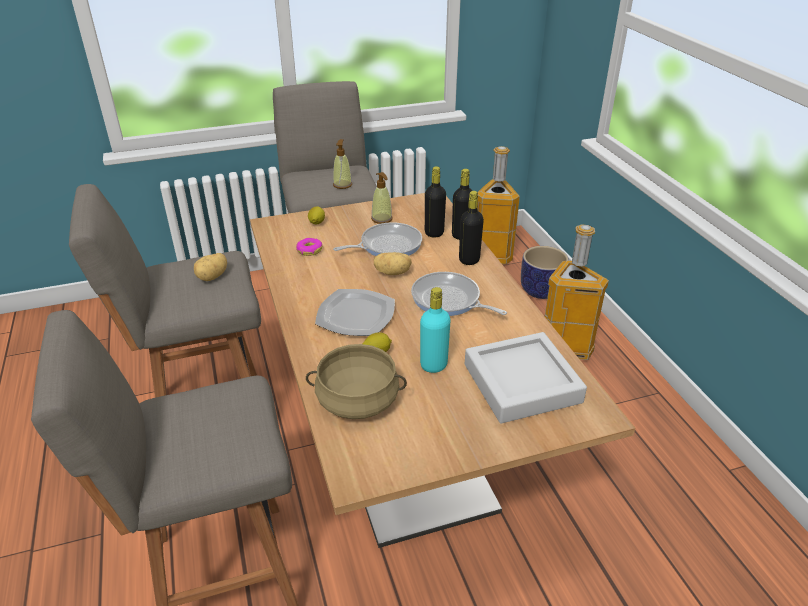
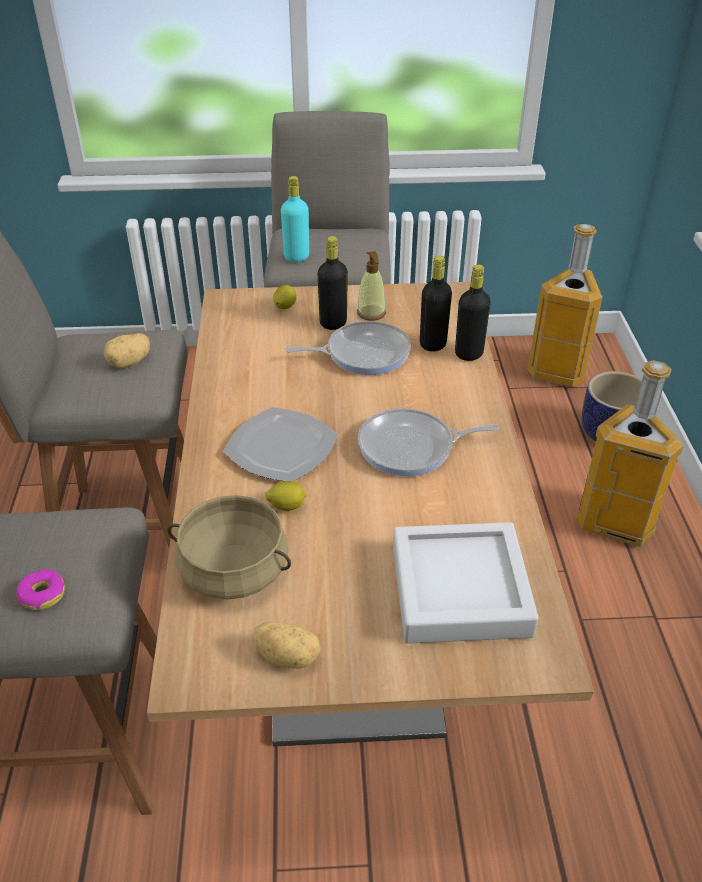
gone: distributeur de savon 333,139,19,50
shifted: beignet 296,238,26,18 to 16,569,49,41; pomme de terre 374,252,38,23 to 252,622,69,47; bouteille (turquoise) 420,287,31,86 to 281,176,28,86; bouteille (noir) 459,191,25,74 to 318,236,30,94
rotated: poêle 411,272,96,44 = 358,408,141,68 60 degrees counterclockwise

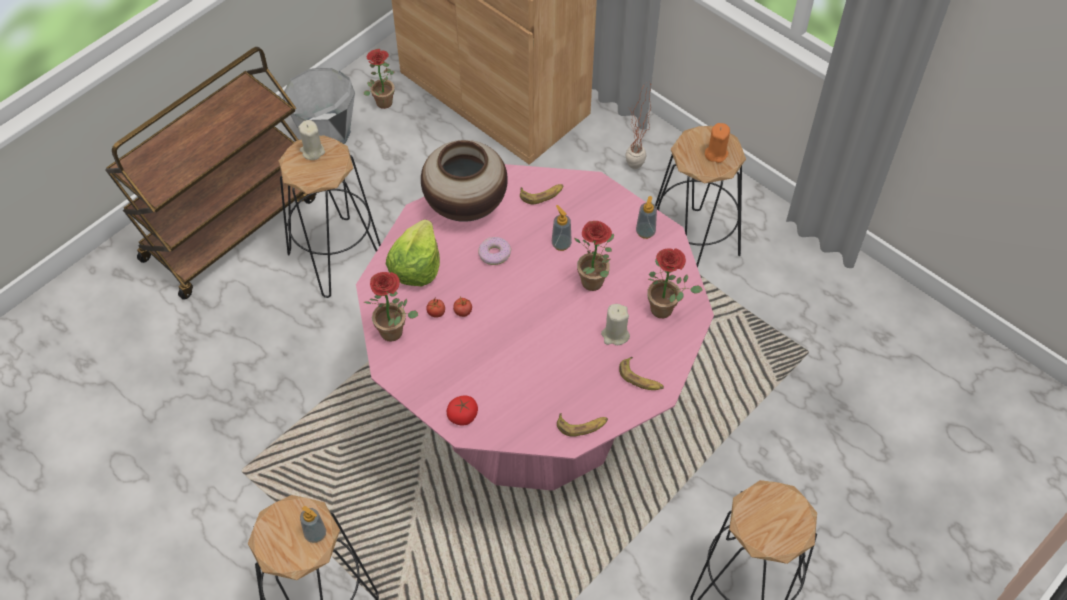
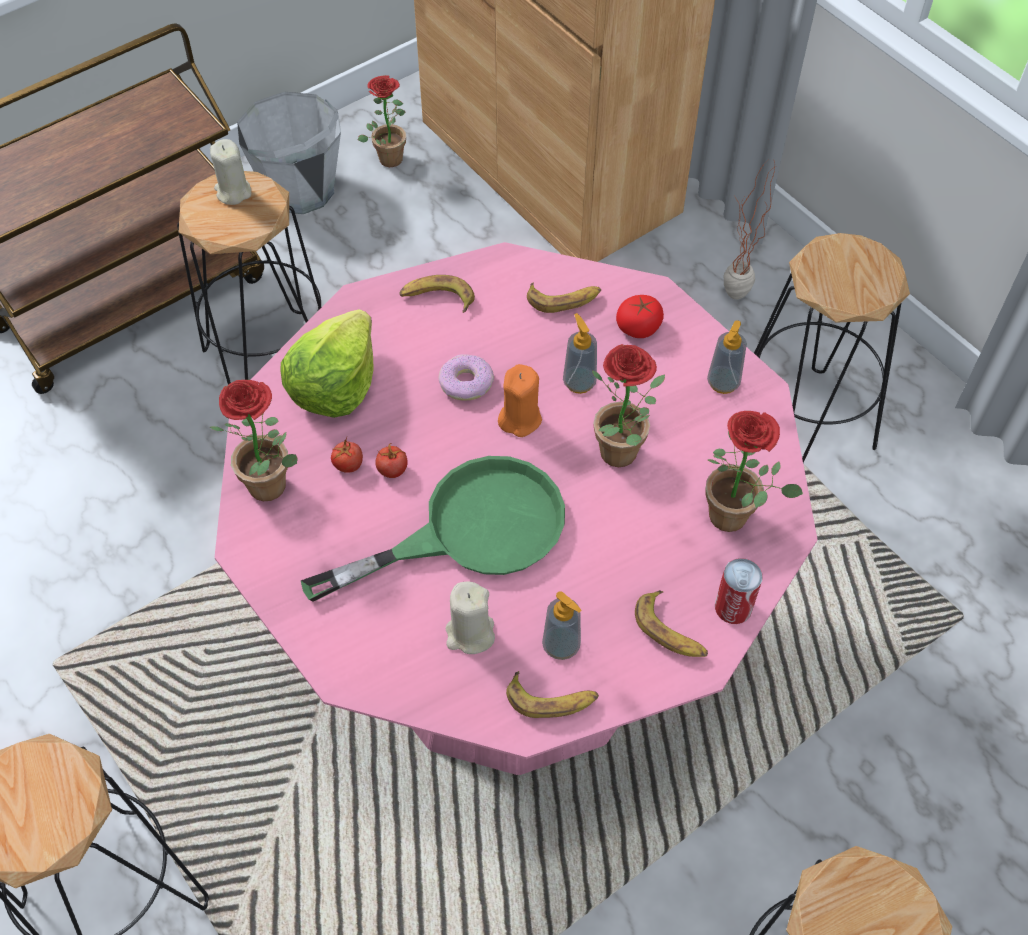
new: poêle (vert) 301,456,264,146; boîte métallique 715,558,48,66
shifted: bougie (beige) 601,304,29,41 to 445,582,50,72; bougie (orange) 705,123,25,40 to 498,364,44,73; distributeur de savon 300,506,26,37 to 542,591,39,69; tomate 447,396,31,30 to 616,295,48,43
swapped: vase 421,140,87,82 to banane 399,275,76,38

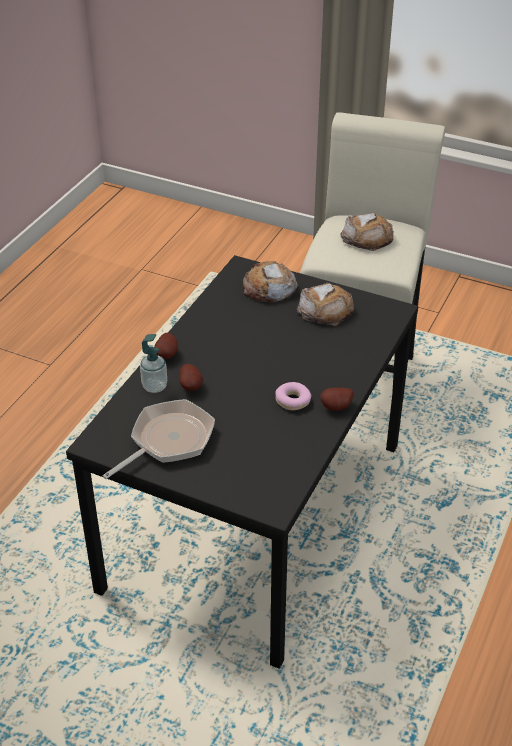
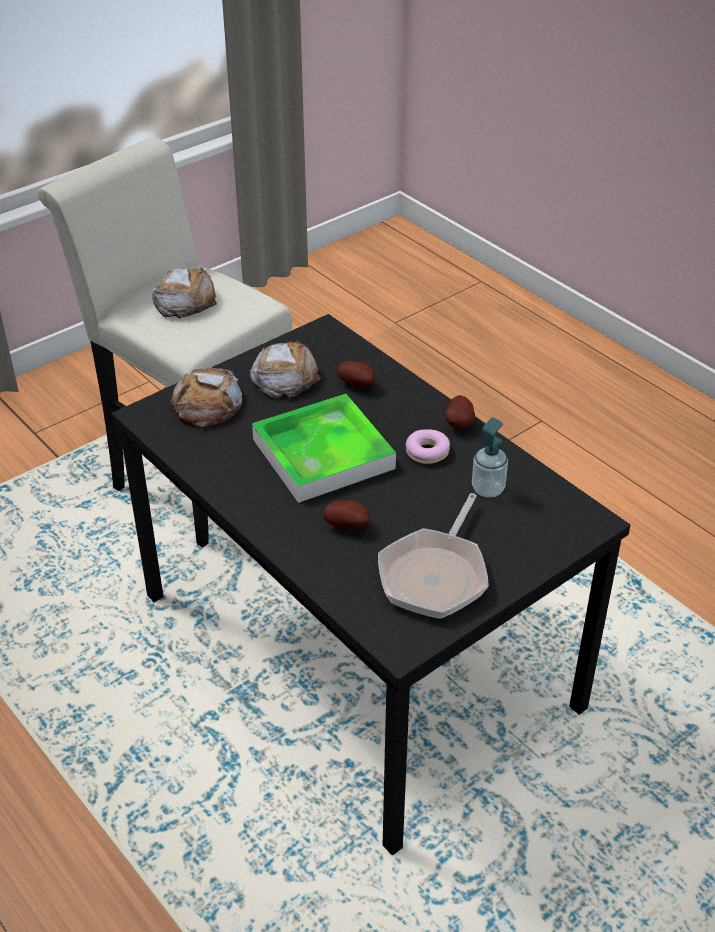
new: plateau 252,394,144,109
shifted: pomme de terre 154,333,24,26 to 336,361,40,26; distributeur de savon 140,334,27,59 to 472,418,36,80
rotated: poêle 103,399,112,80 = 378,493,111,126 135 degrees counterclockwise

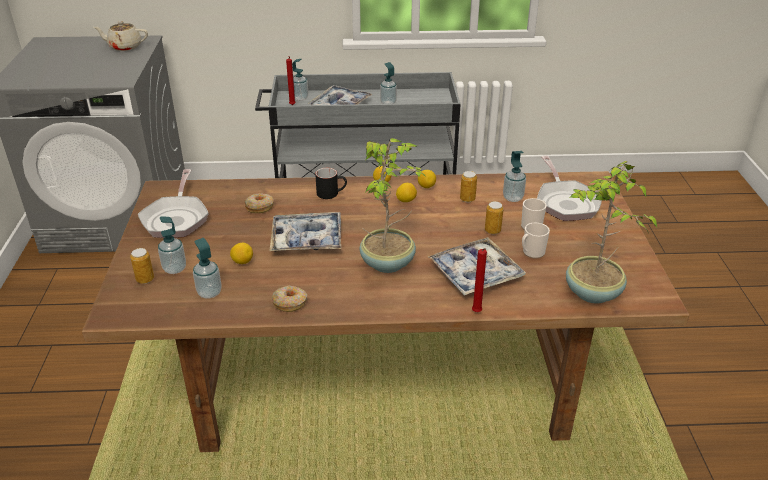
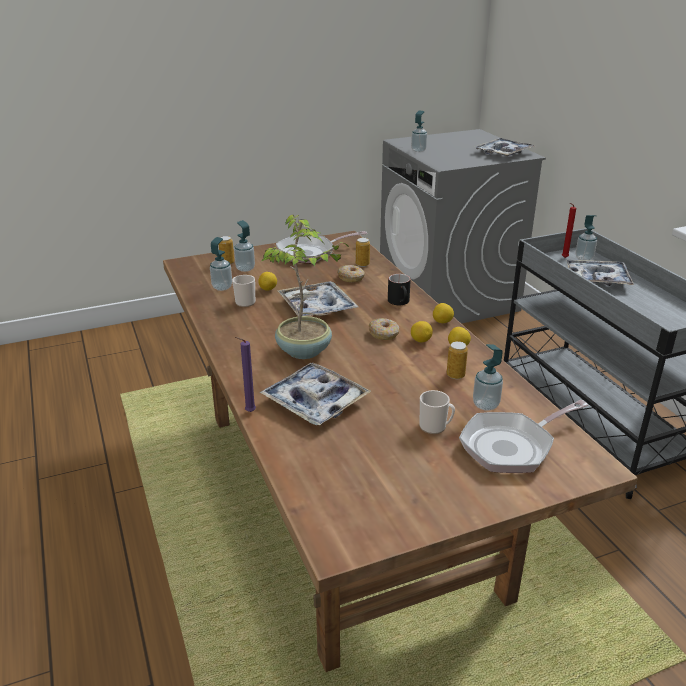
gone: plante en pot 566,161,91,143
shifted: mug 522,223,28,35 to 232,275,23,32; boîte métallique 485,201,19,33 to 356,238,14,29; beignet 272,285,35,27 to 369,318,31,22; distributeur de savon 380,62,17,42 to 411,111,16,41
swapped: théière (beige) 93,21,55,30 to plateau 474,138,62,18
repainted: bougie (rouge) 472,248,15,64 to bougie (violet) 235,337,21,75

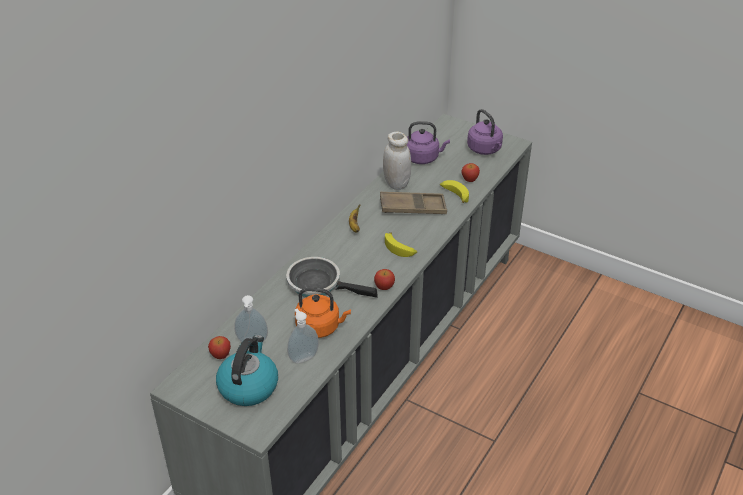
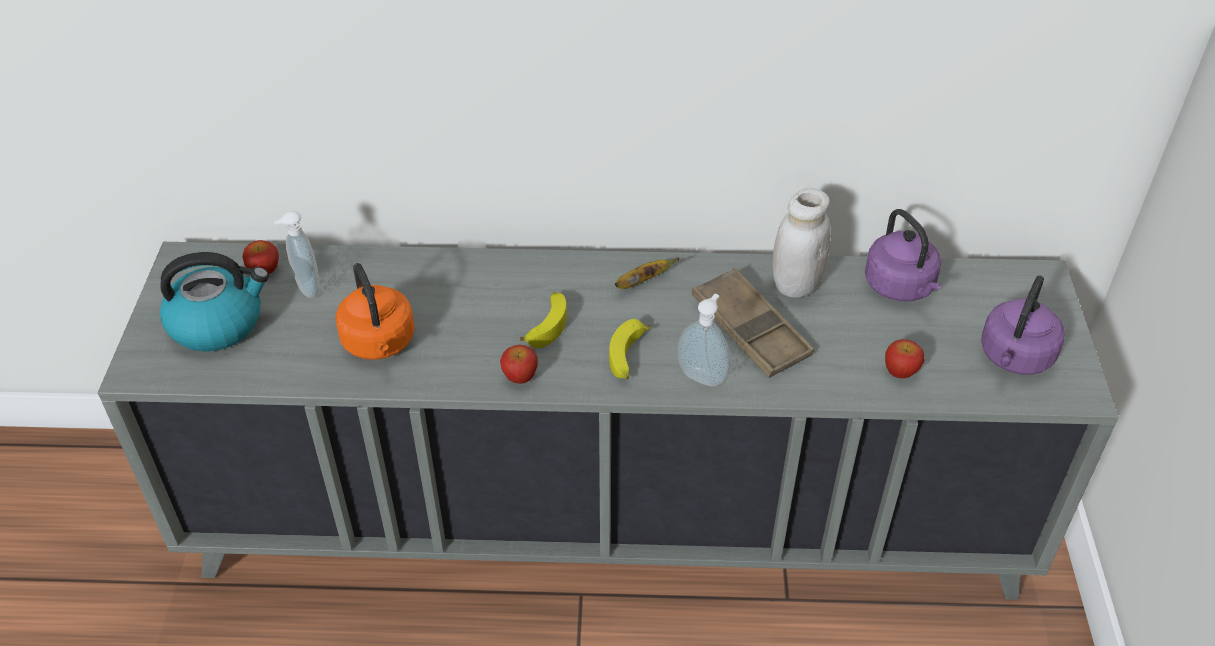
gone: poêle 286,257,92,41
shifted: banane 440,180,29,23 to 520,292,47,57; distributeur de savon 287,309,32,54 to 678,294,52,93

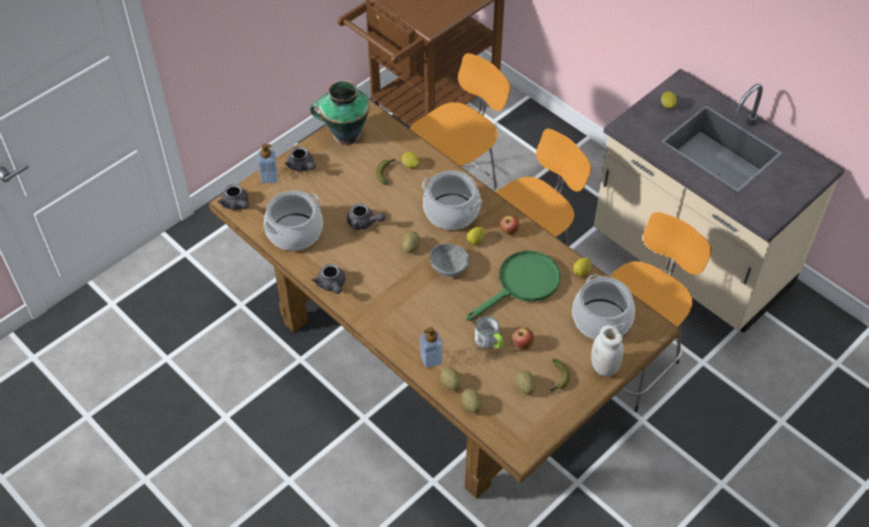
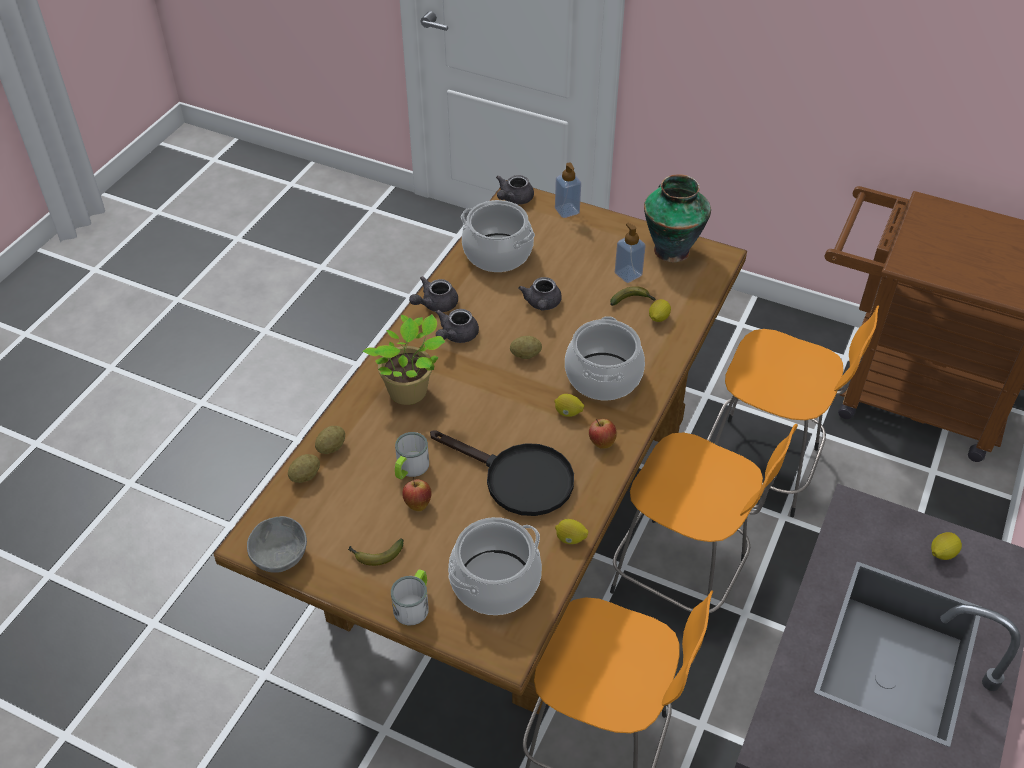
gone: pomme de terre 516,370,20,24
new: plante en pot 363,314,82,91
shifted: bol (gris) 430,244,40,33 to 247,516,60,57; théière (gris) 285,147,31,24 to 436,309,43,34; distributeur de savon 420,327,23,41 to 615,223,31,60
swapped: bocal (blanc) 591,325,33,51 to mug 391,569,38,57
repainted: poêle (vert) 466,250,94,71 to poêle (noir) 430,430,144,86

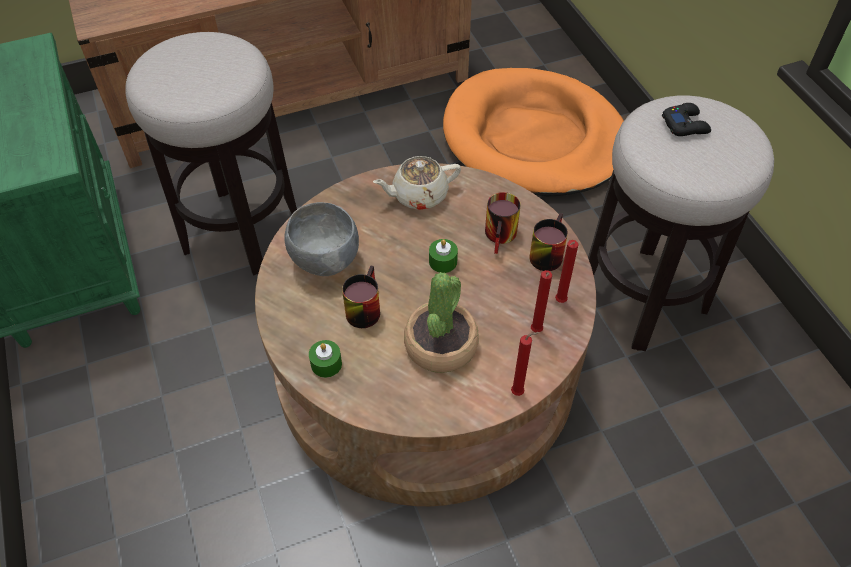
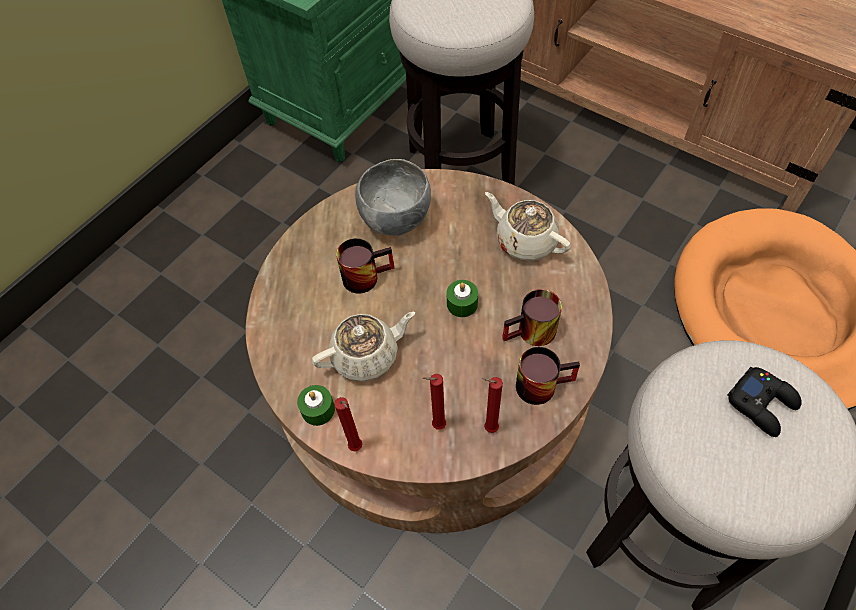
shifted: bougie (vert) 309,340,33,38 to 297,385,38,41
swapped: plante en pot 404,272,75,101 to théière (beige) 312,312,103,70

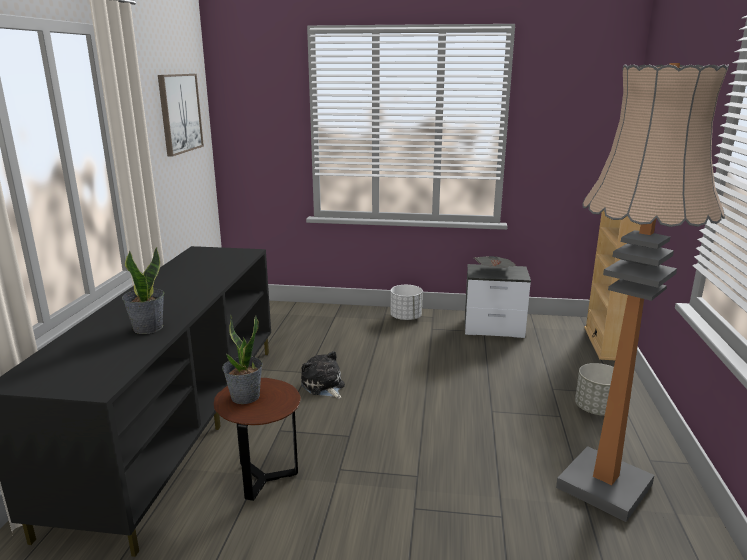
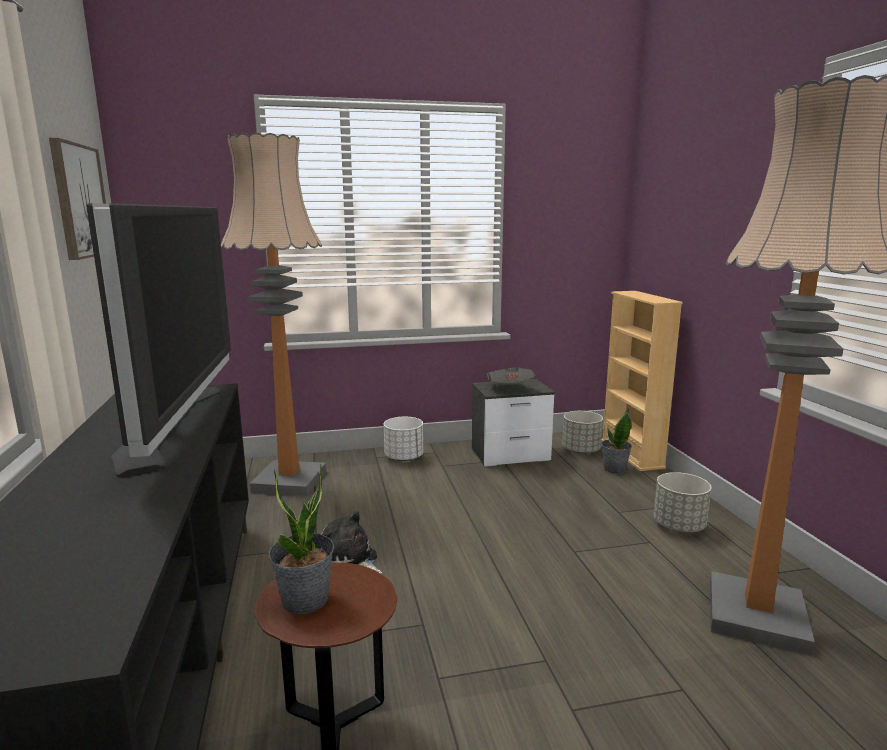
new: téléviseur 86,203,145,274; lampadaire 221,133,105,363; cache-pot (gris) 562,411,41,43
shifted: plante en pot 122,247,42,87 to 601,408,31,66

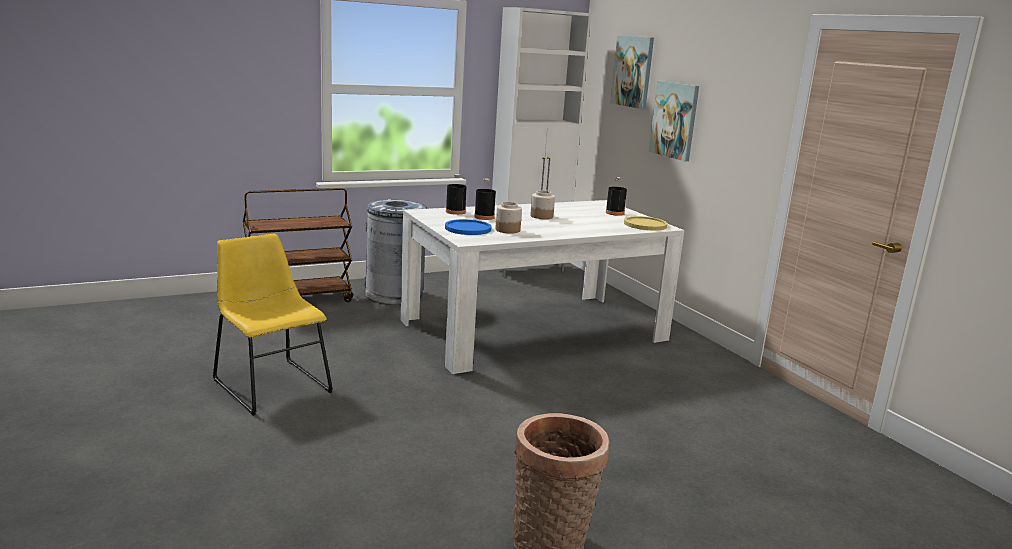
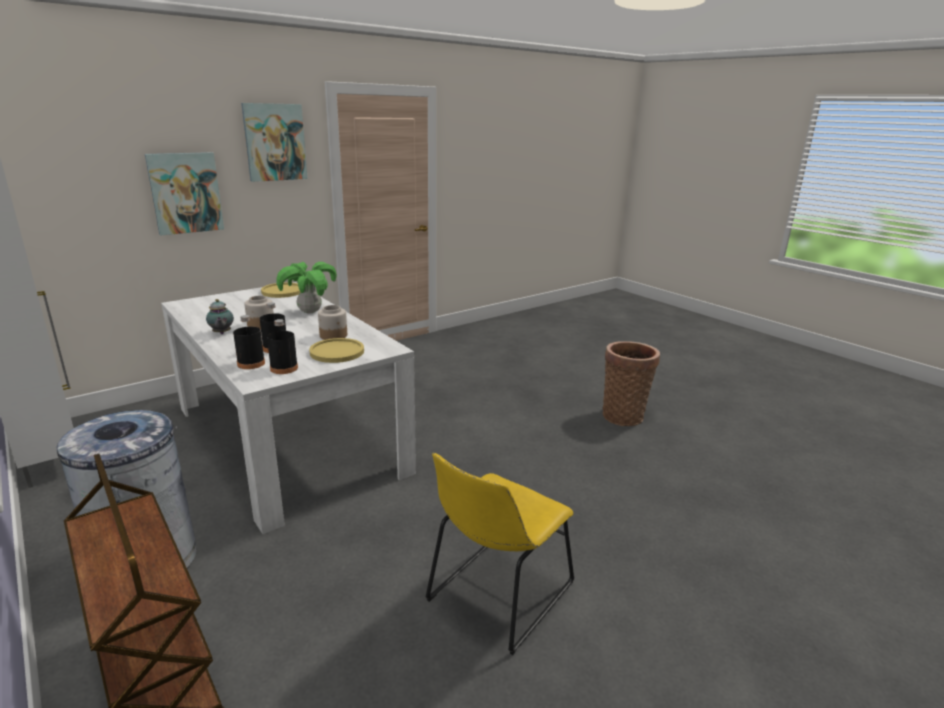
new: théière 206,299,28,35; plante en pot 276,262,61,52
shifted: tableau 610,35,44,74 to 241,103,67,79; bouteille (noir) 606,177,21,39 to 267,319,31,55
repainted: assiette (bleu) 445,219,47,16 to assiette (jaune) 309,338,55,25

